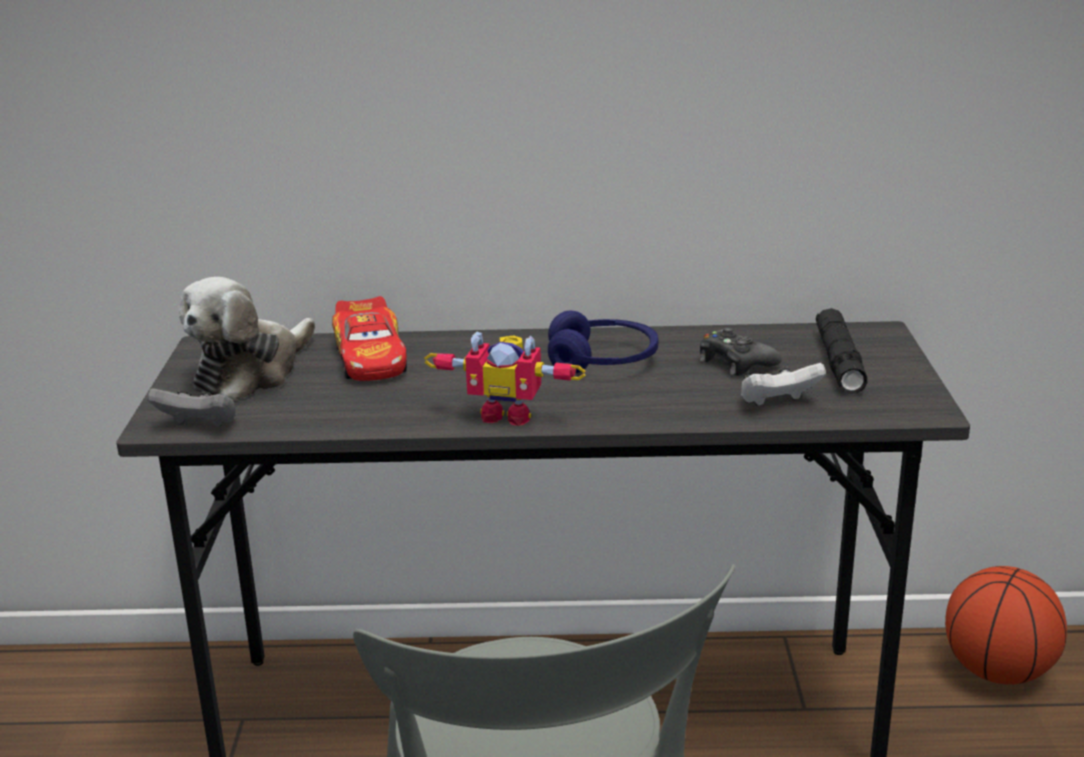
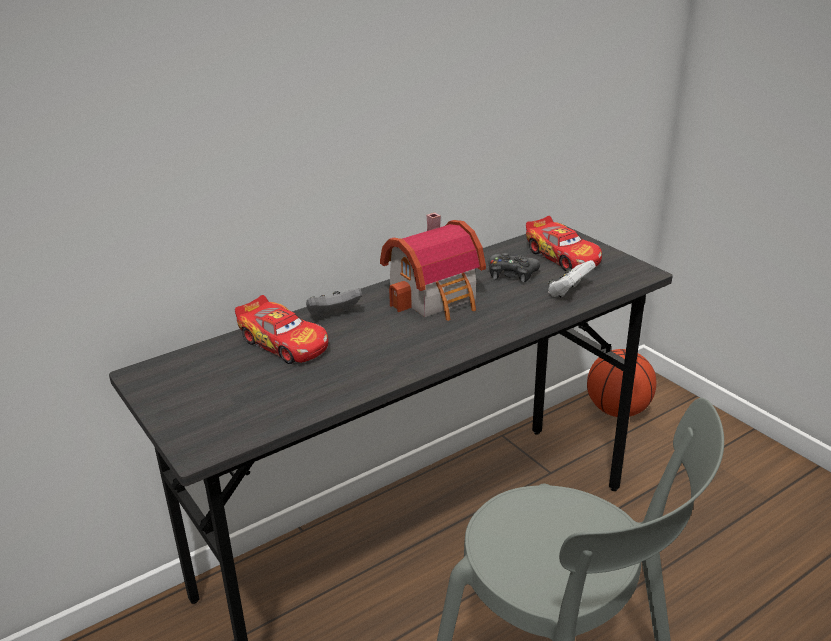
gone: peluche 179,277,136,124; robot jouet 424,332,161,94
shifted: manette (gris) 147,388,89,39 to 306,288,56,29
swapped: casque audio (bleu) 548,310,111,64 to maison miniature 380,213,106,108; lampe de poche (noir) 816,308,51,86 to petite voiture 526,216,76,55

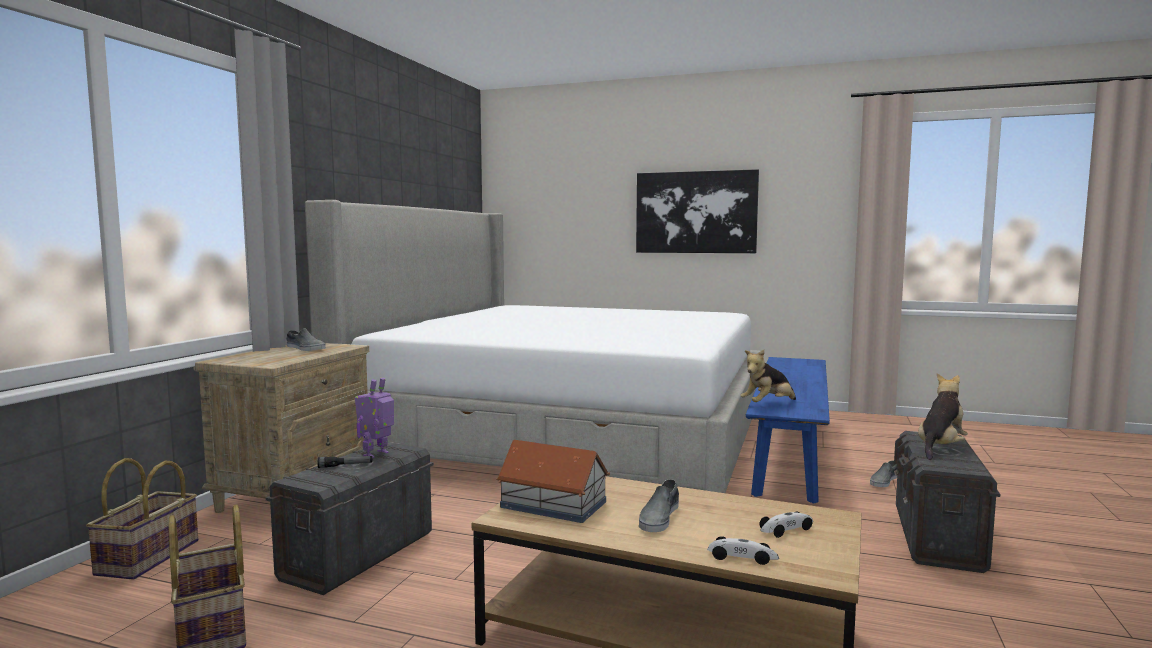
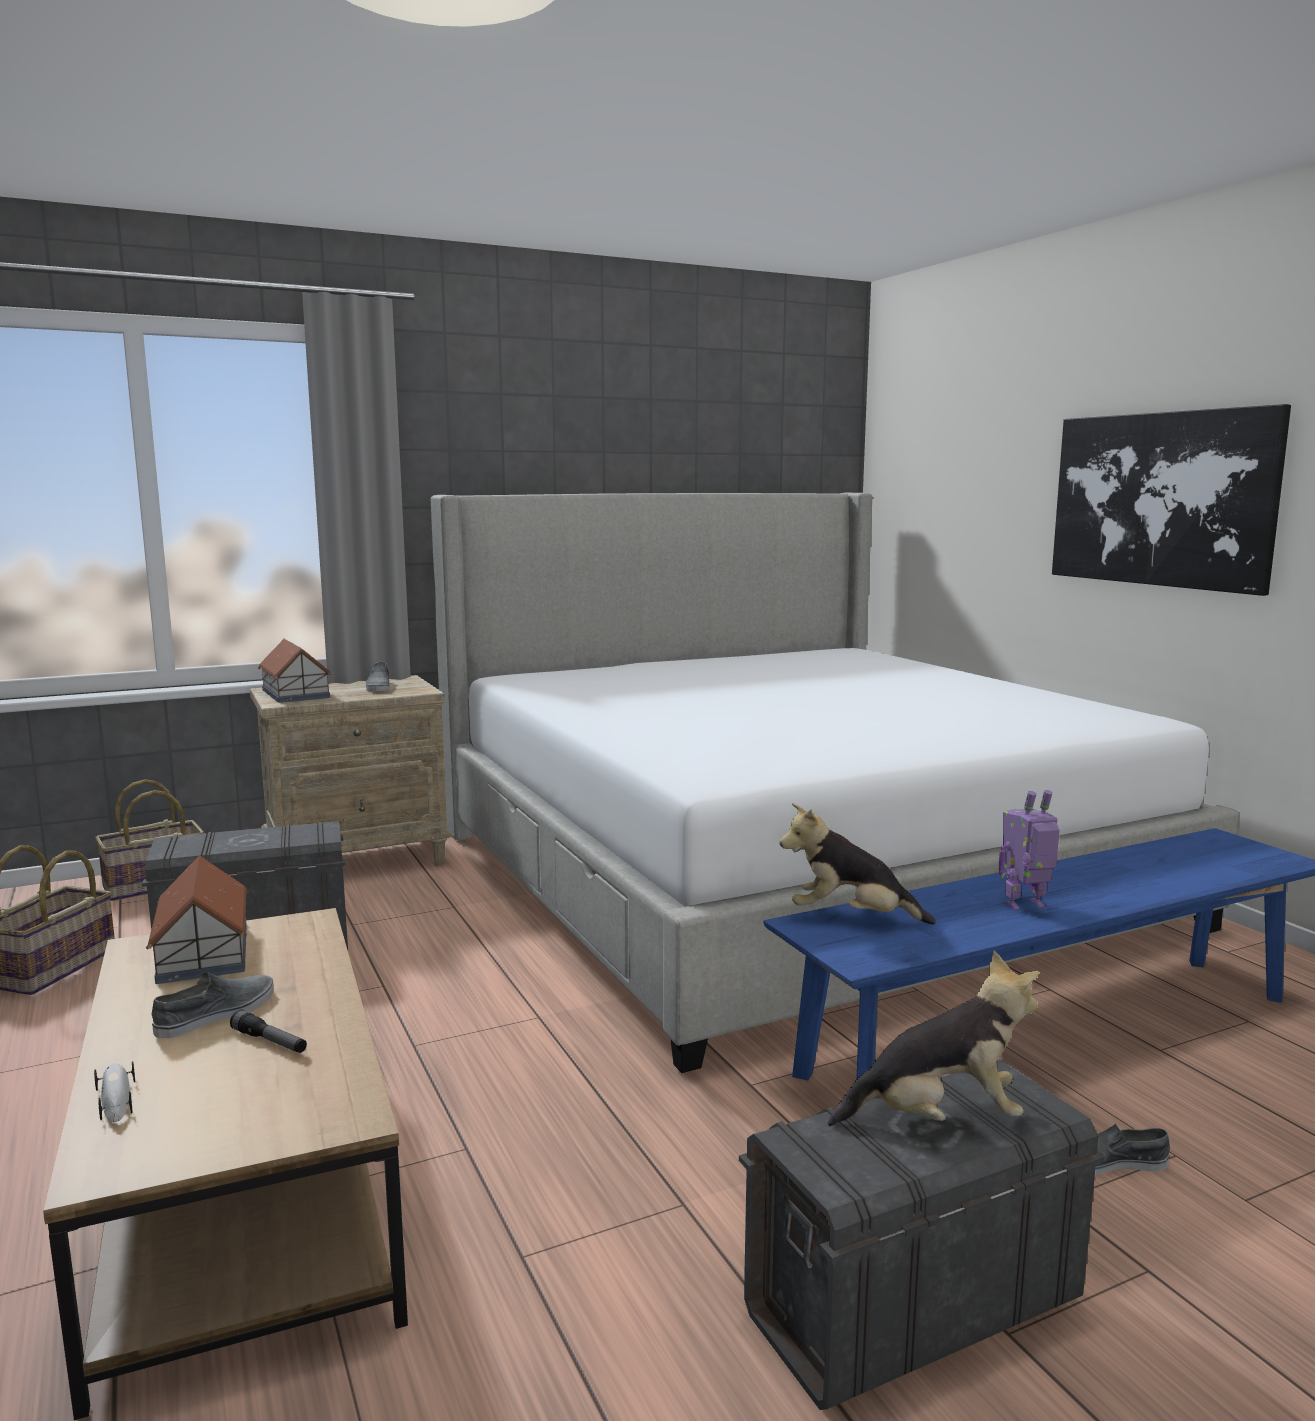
gone: petite voiture 759,511,54,27
new: maison miniature 258,639,74,64
shifted: lampe de poche 318,456,54,12 to 230,1010,77,43; robot jouet 355,377,39,81 to 999,790,61,120
rotated: chaussure (gris) 639,479,40,53 = 152,972,122,66 150 degrees clockwise

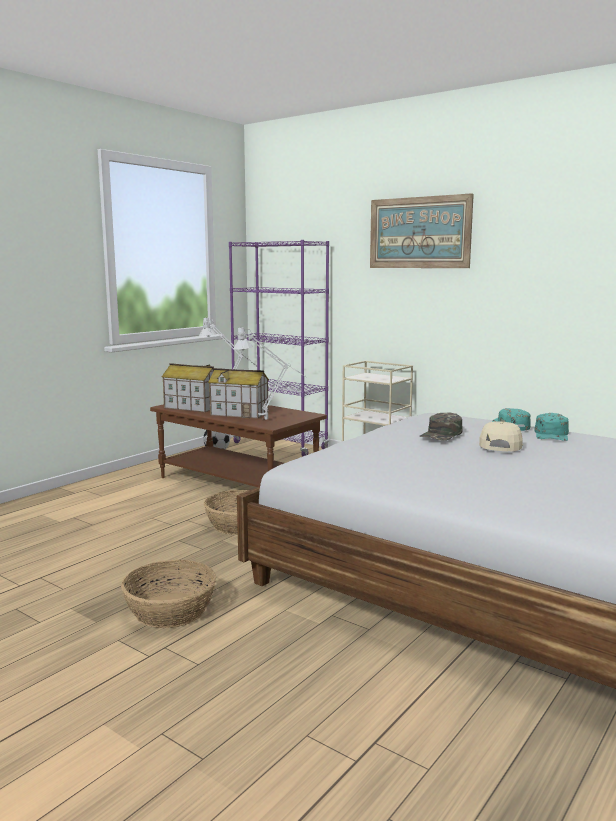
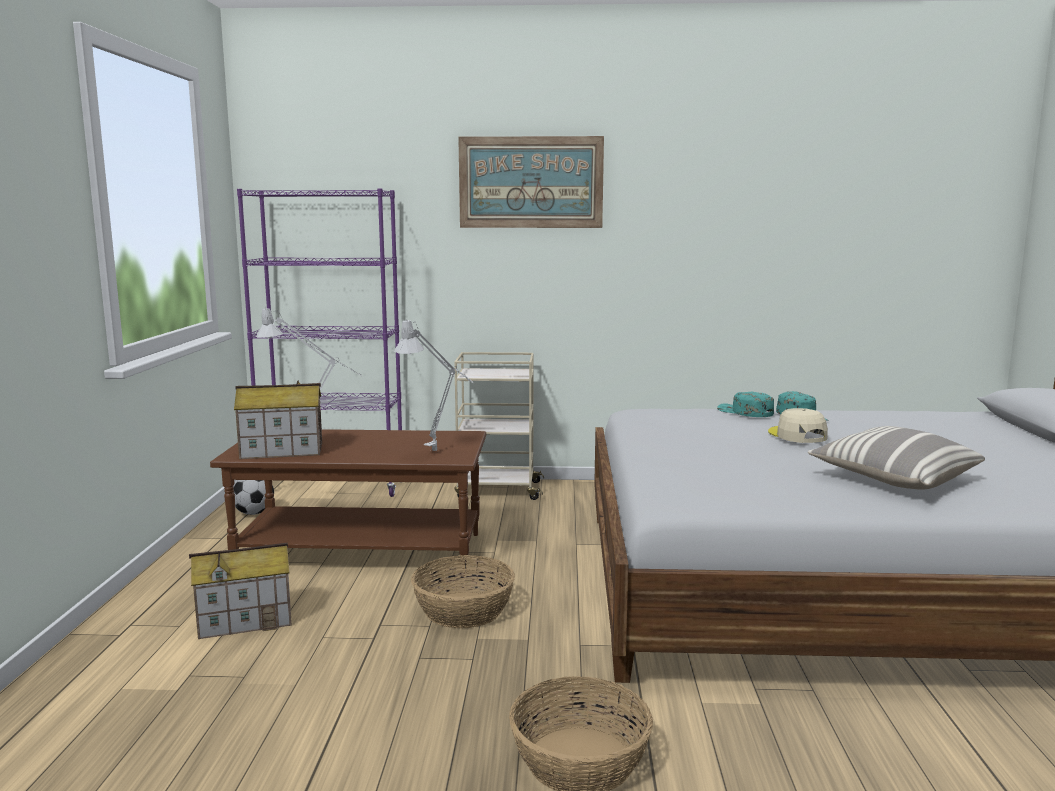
gone: casquette (vert) 420,412,43,29
new: coussin 808,426,177,64
shifted: maison miniature 208,368,61,51 to 189,543,103,96

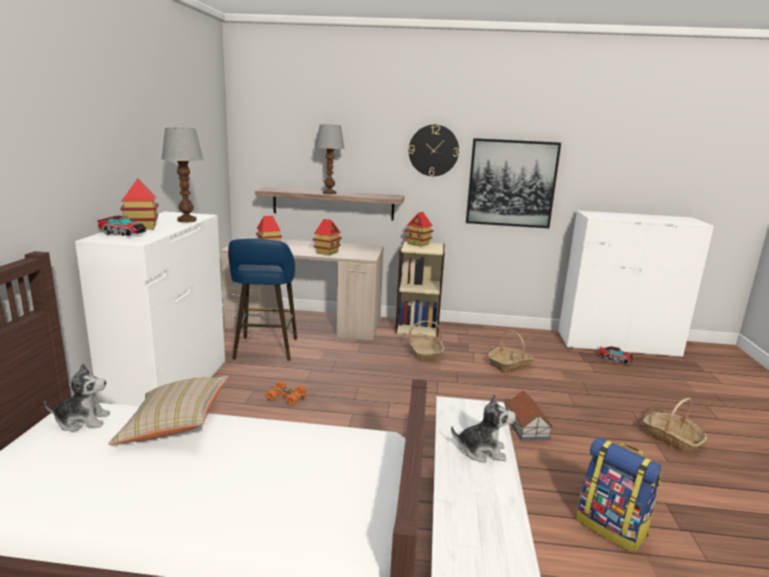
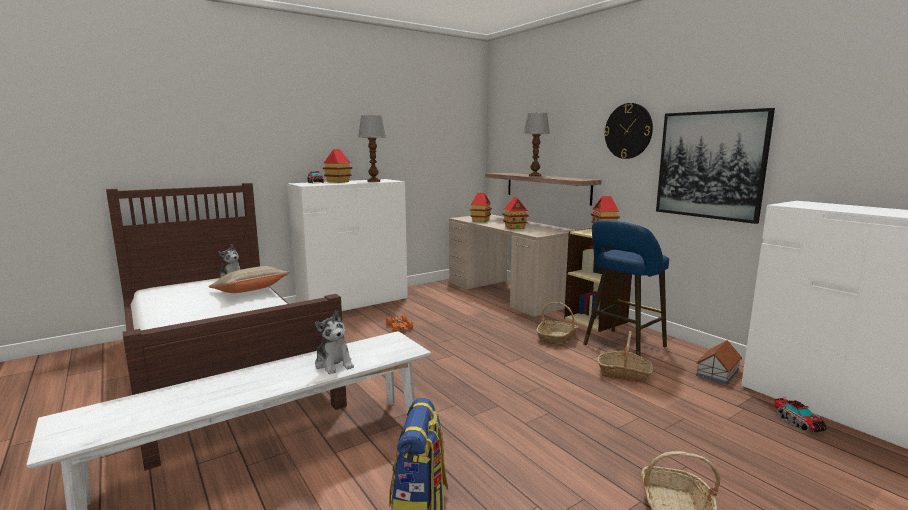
shifted: tabouret (bleu) 228,238,69,123 to 583,220,86,136; maison miniature 506,390,47,51 to 696,340,46,45

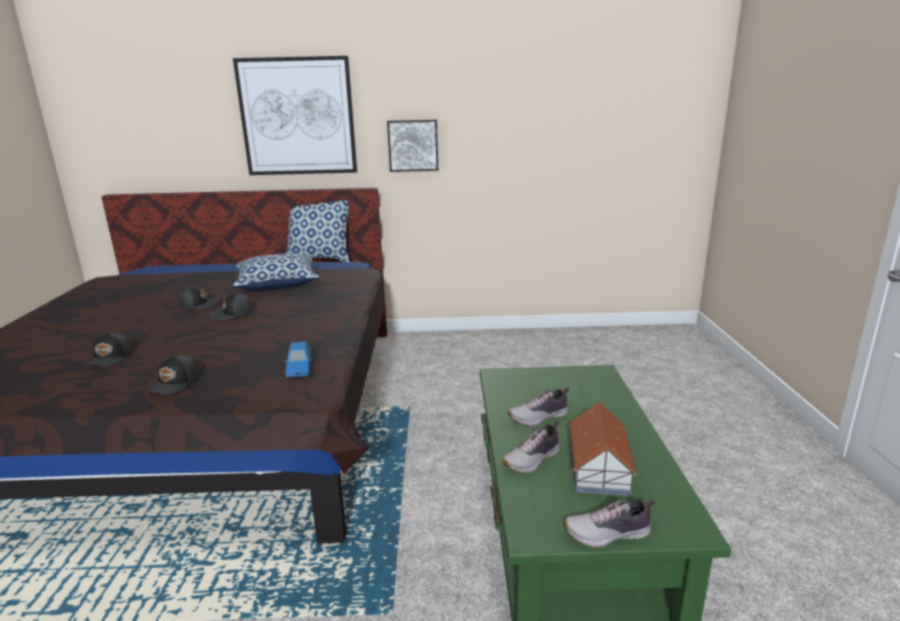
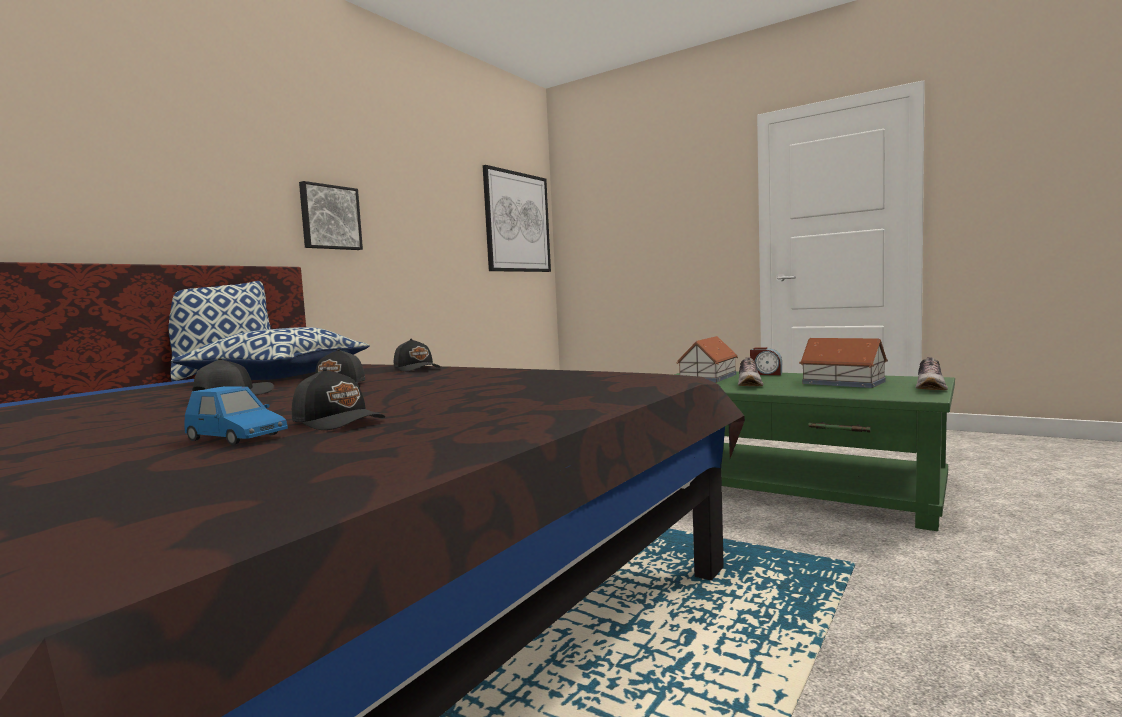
gone: chaussure 502,421,57,52
new: maison miniature 677,336,61,47; réveil 750,347,32,28
shifted: petite voiture (bleu) 284,341,28,36 to 184,386,104,59; casquette (noir) 146,355,53,40 to 394,339,46,33; tableau 233,56,124,119 to 482,165,69,107

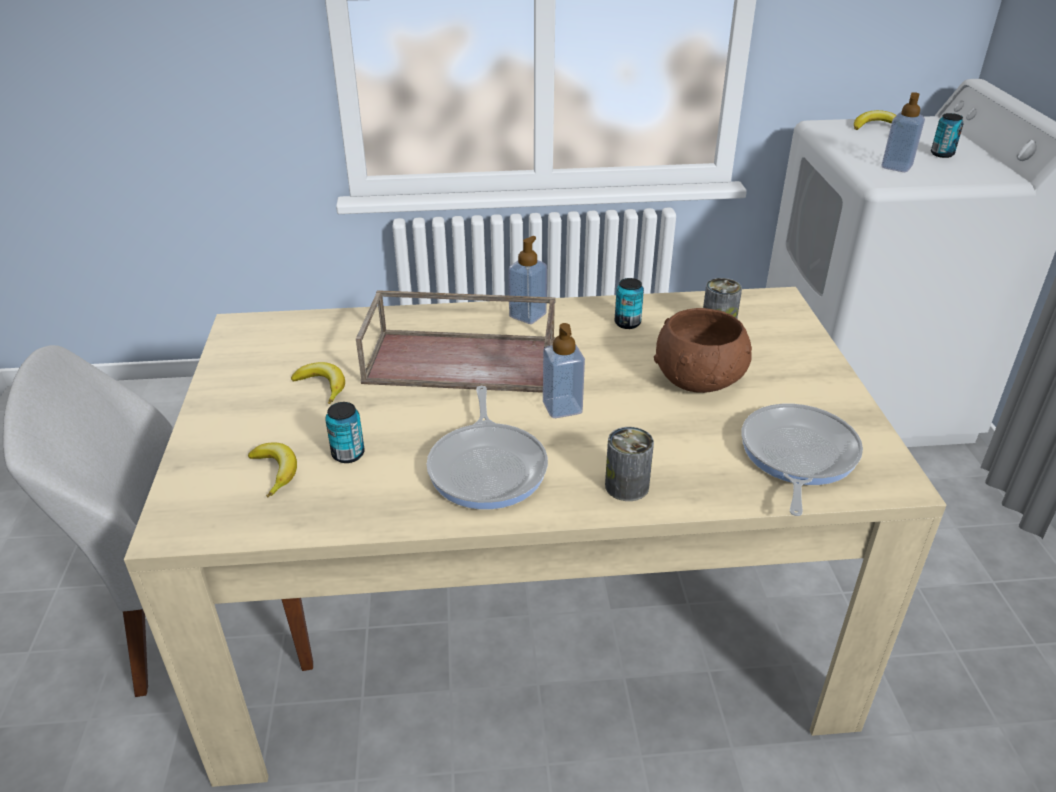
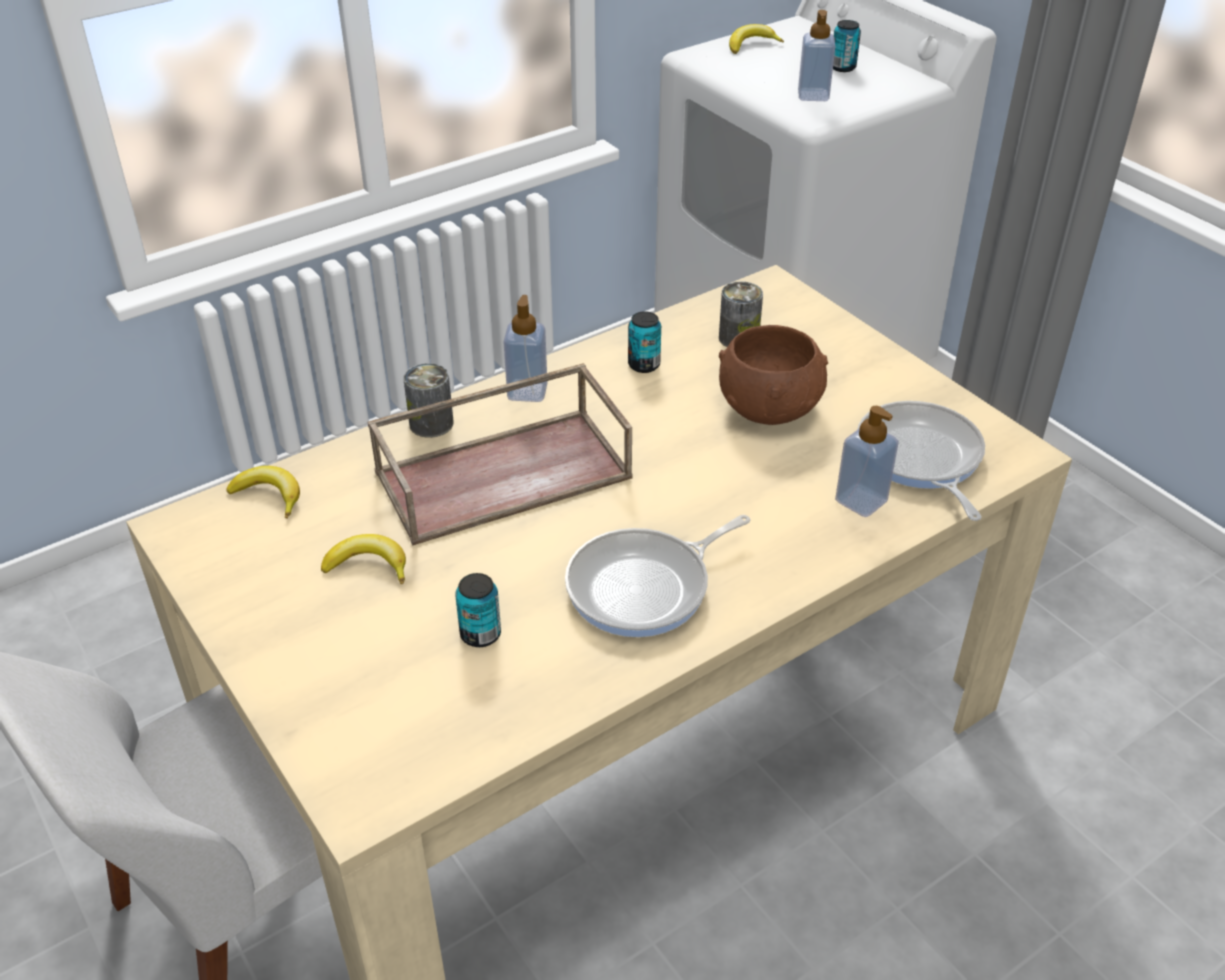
shifted: banane 248,443,49,54 to 226,466,74,53; boîte métallique 605,427,49,74 to 403,363,51,75; distributeur de savon 543,323,42,95 to 835,406,64,111
rotated: poêle 427,386,121,123 = 565,515,186,122 90 degrees clockwise

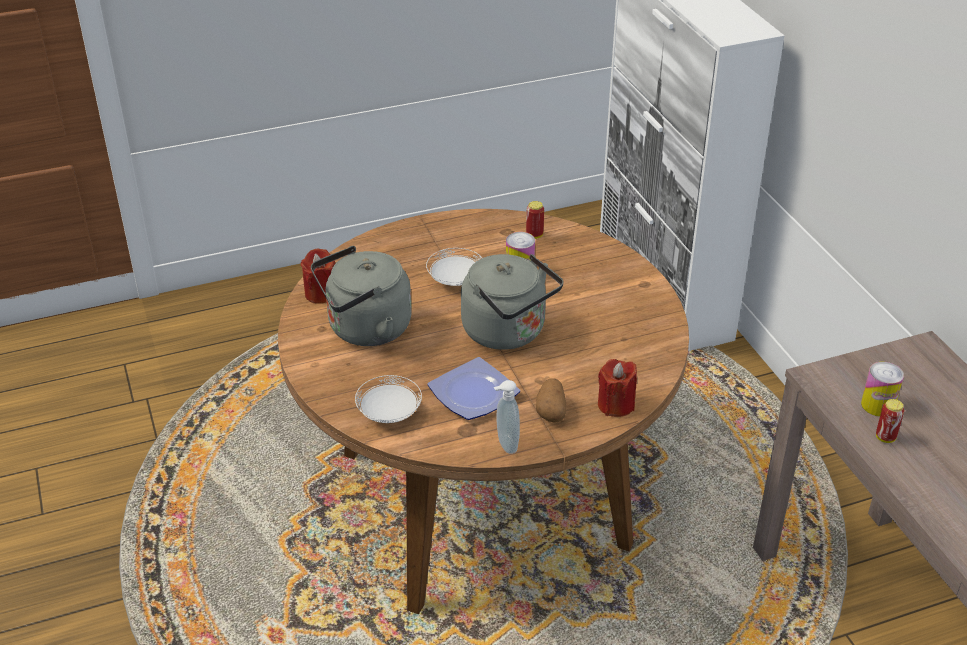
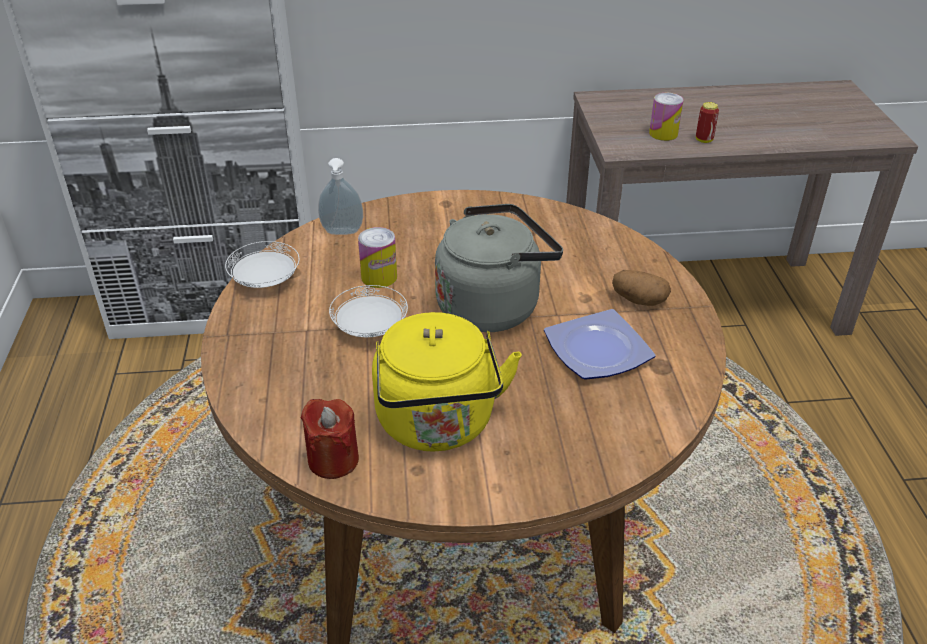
gone: boîte métallique 526,201,18,38; bougie (rouge) 598,359,39,58
shifted: assiette (blanc) 355,375,67,48 to 225,241,75,47; distributeur de savon 494,380,26,74 to 318,158,45,77
repainted: bouilloire (gris) 311,246,101,100 to bouilloire (jaune) 372,312,150,140

